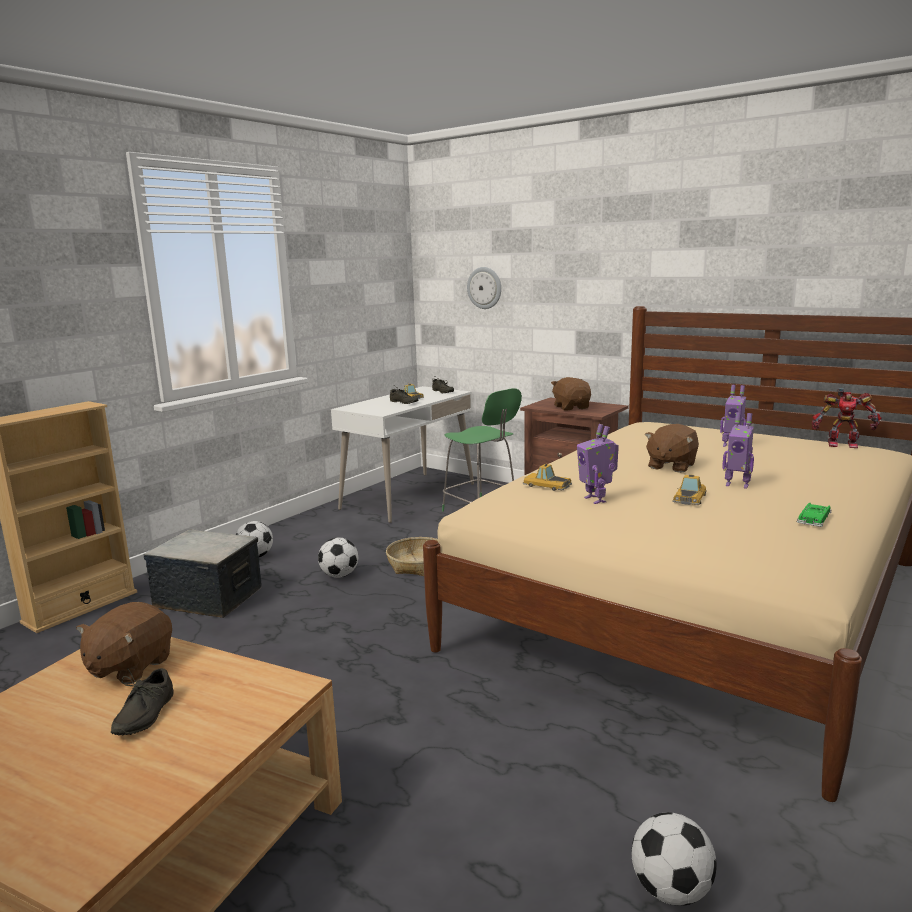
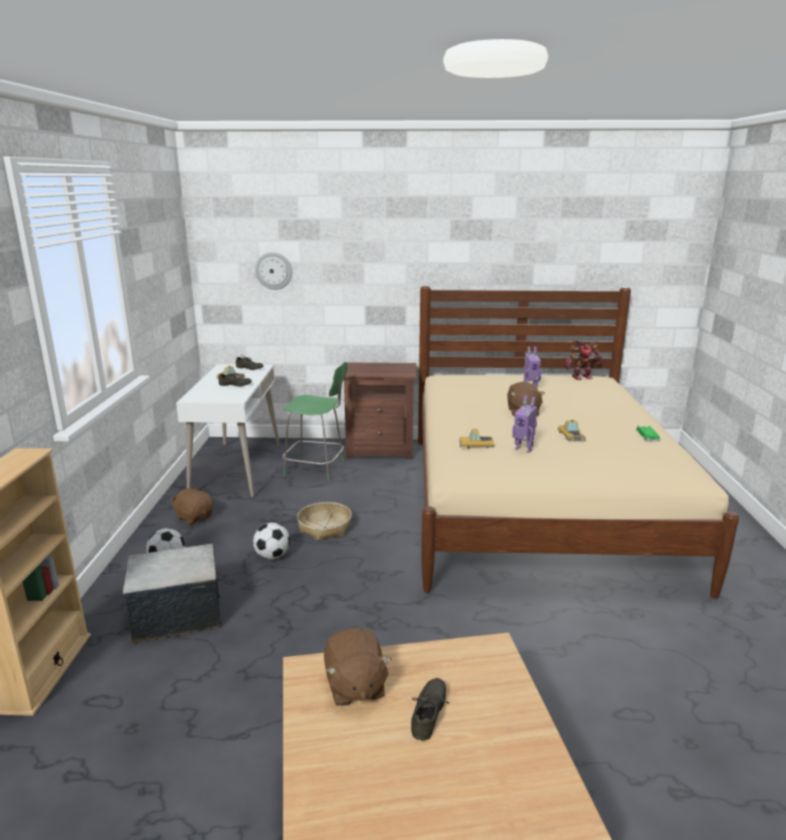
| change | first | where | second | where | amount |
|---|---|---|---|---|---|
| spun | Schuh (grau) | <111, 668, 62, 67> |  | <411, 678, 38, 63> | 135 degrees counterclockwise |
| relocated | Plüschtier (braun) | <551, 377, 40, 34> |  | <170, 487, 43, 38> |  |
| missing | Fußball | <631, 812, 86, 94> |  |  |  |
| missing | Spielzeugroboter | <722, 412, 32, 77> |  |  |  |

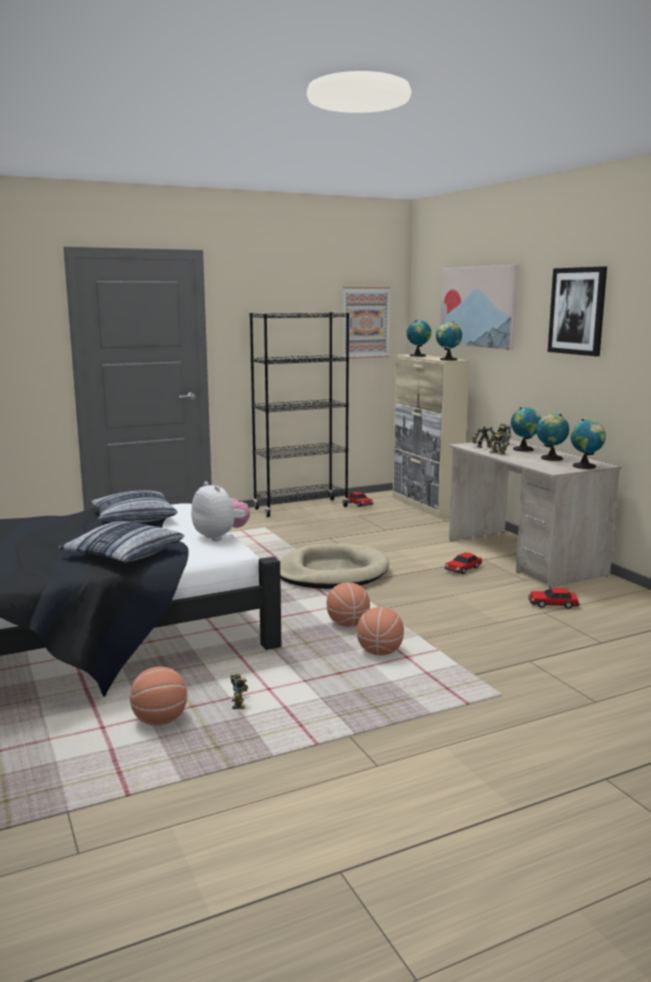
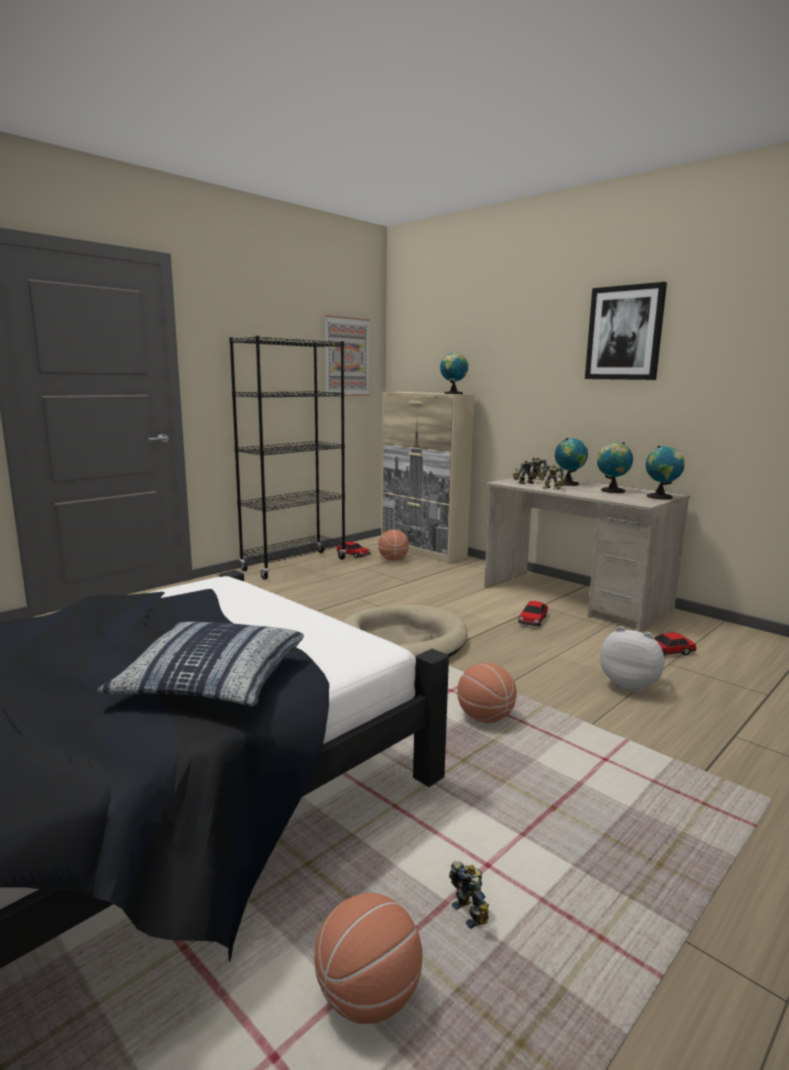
| change | first | where | second | where | amount |
|---|---|---|---|---|---|
| missing | Kissen | <90, 490, 87, 33> |  |  |  |
| relocated | Plüschtier | <191, 481, 59, 60> |  | <600, 626, 64, 67> |  |
| relocated | Basketball | <357, 607, 47, 49> |  | <378, 530, 31, 31> |  |
| missing | Globus | <407, 320, 24, 37> |  |  |  |
| missing | Bild | <440, 265, 79, 85> |  |  |  |

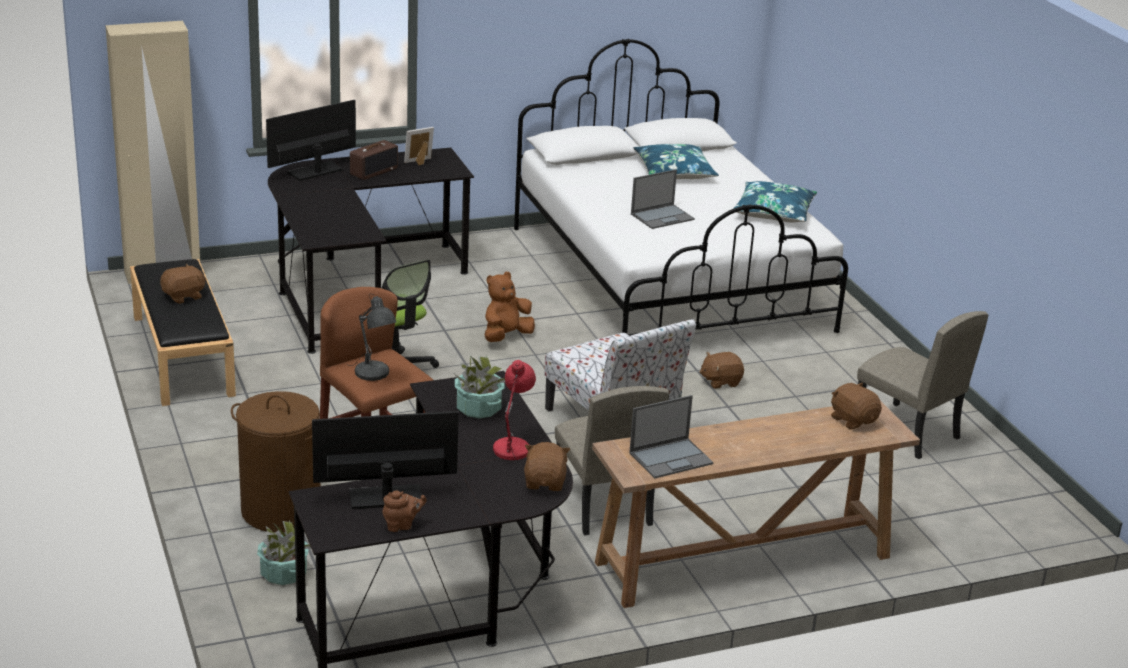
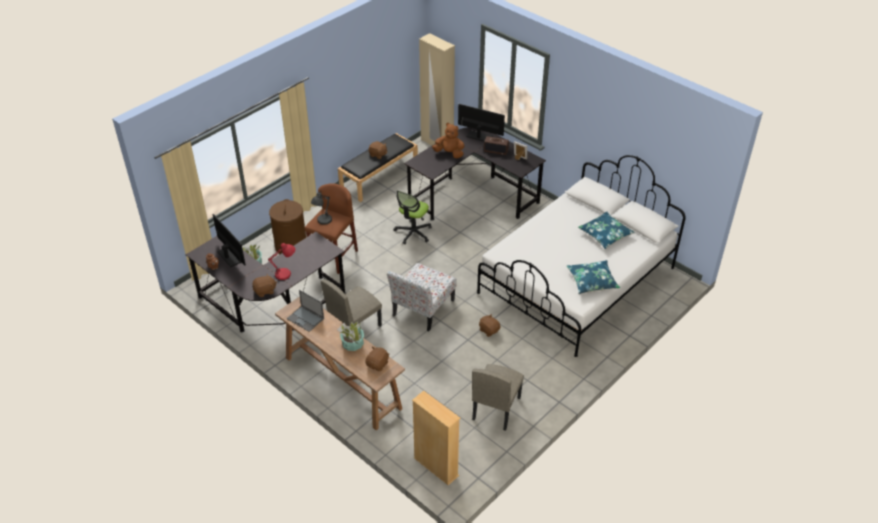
| change | first | where | second | where | amount |
|---|---|---|---|---|---|
| relocated | Topfpflanze | <453, 355, 52, 63> |  | <337, 322, 27, 29> |  |
| relocated | Plüschtier (braun) | <485, 272, 50, 70> |  | <432, 123, 32, 35> |  |
| missing | Laptop | <631, 170, 64, 59> |  |  |  |
| appeared |  |  | Bücherregal (beige) | <412, 391, 49, 95> |  |

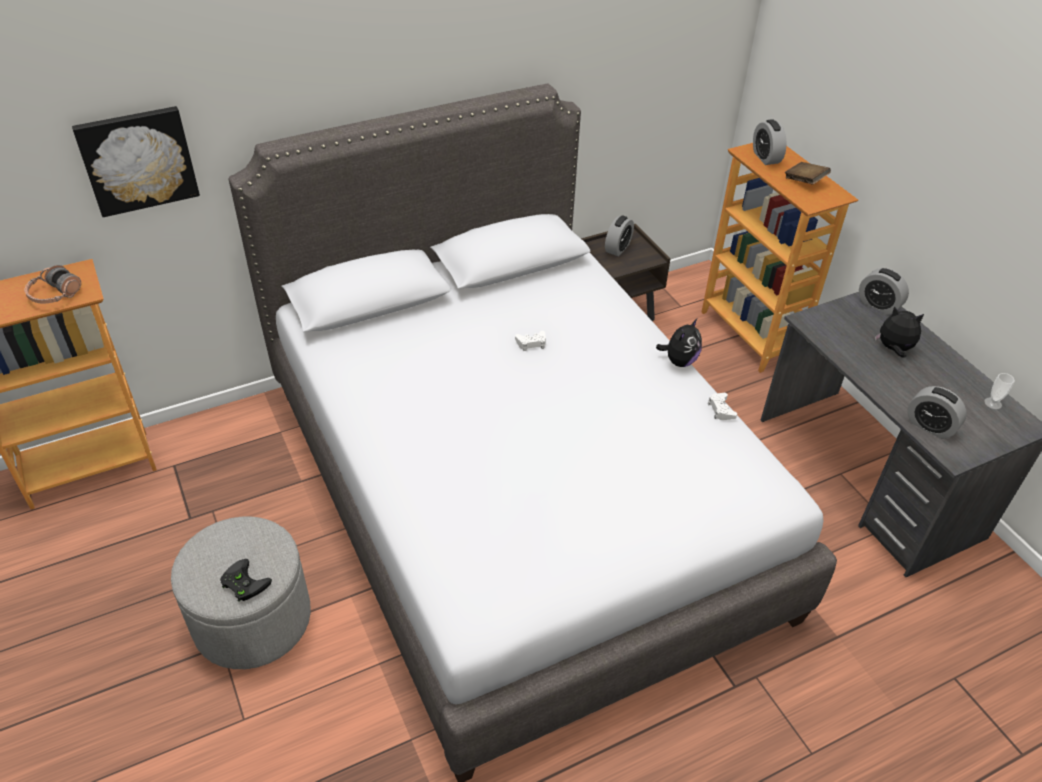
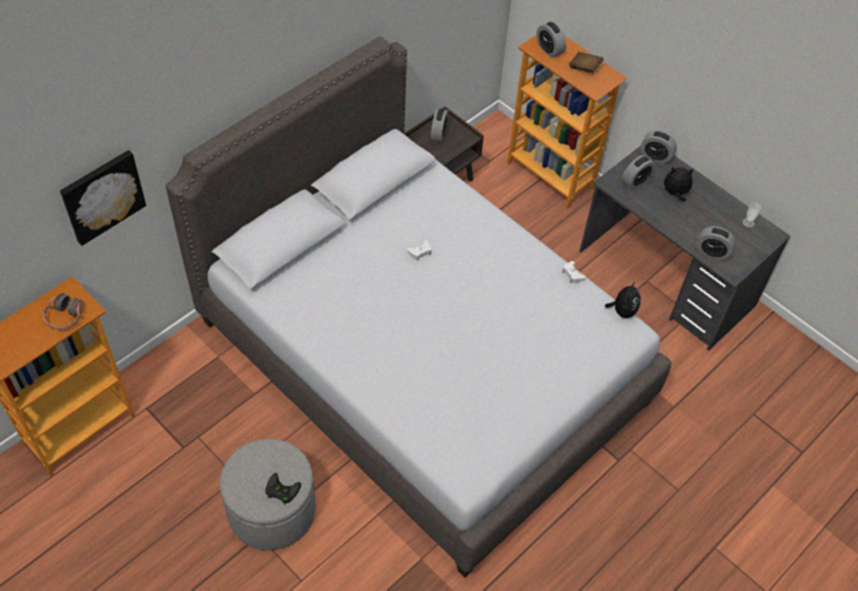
| change | first | where | second | where | amount |
|---|---|---|---|---|---|
| relocated | Plüschtier | <656, 319, 46, 48> |  | <605, 282, 36, 36> |  |
| appeared |  |  | Wecker | <622, 155, 33, 35> |  |

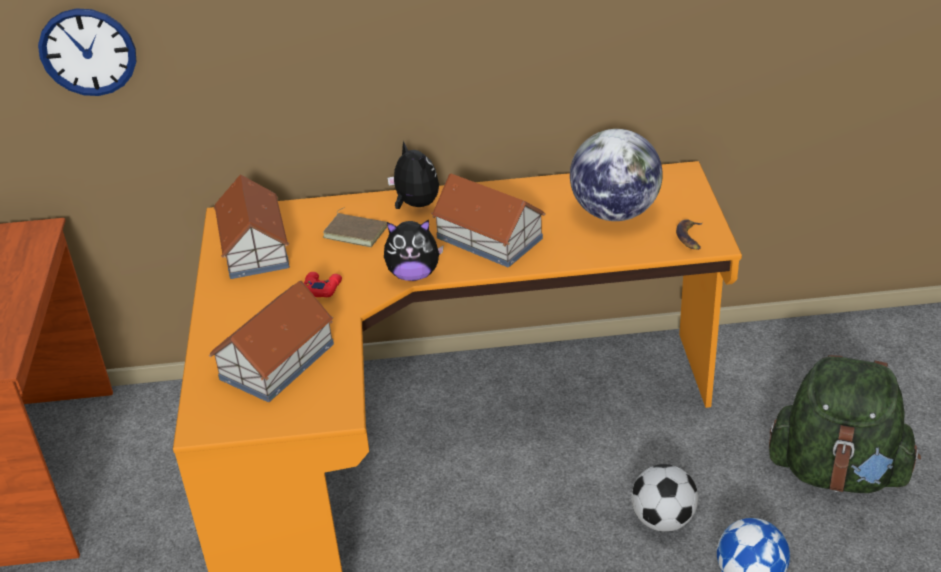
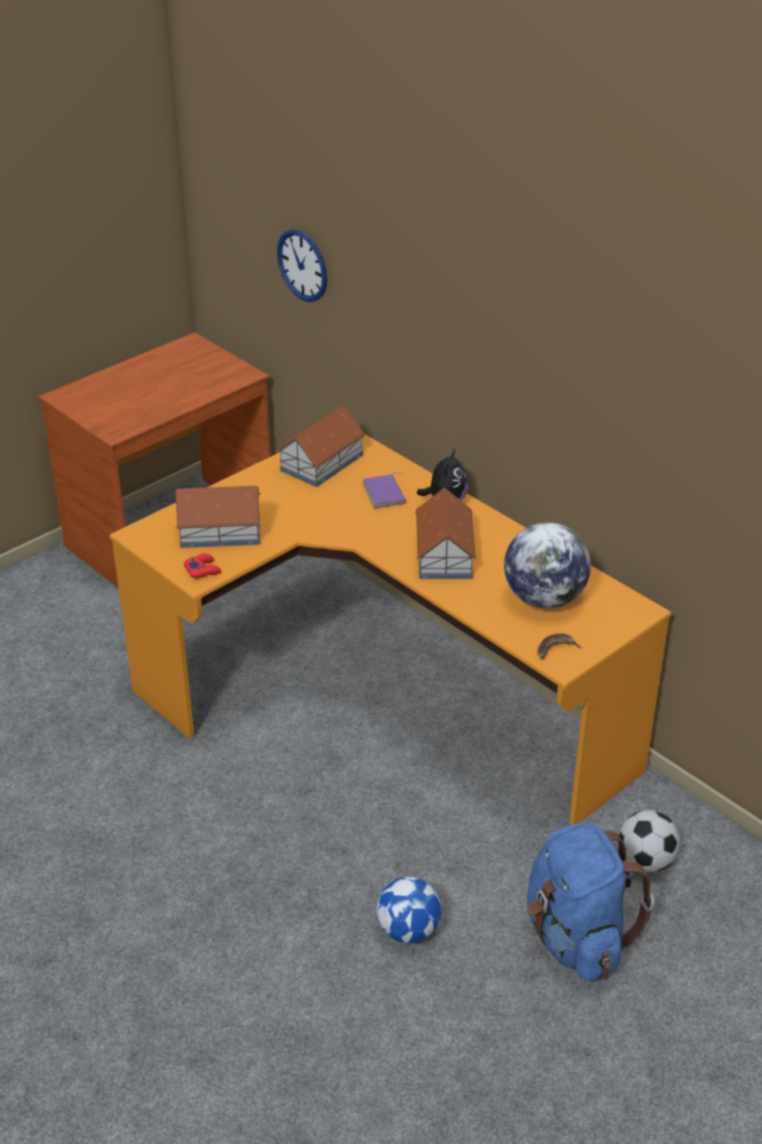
| change | first | where | second | where | amount |
|---|---|---|---|---|---|
| relocated | Gamepad (rot) | <304, 272, 38, 25> |  | <184, 553, 37, 25> |  |
| colour | Buch (braun) | <323, 207, 64, 40> | Buch (lila) | <362, 473, 44, 35> |  |
| missing | Plüschtier | <384, 220, 60, 61> |  |  |  |
| relocated | Fußball | <631, 464, 67, 68> |  | <619, 810, 61, 62> |  |
| colour | Rucksack (grün) | <769, 355, 152, 138> | Rucksack (blau) | <527, 823, 127, 158> |  |

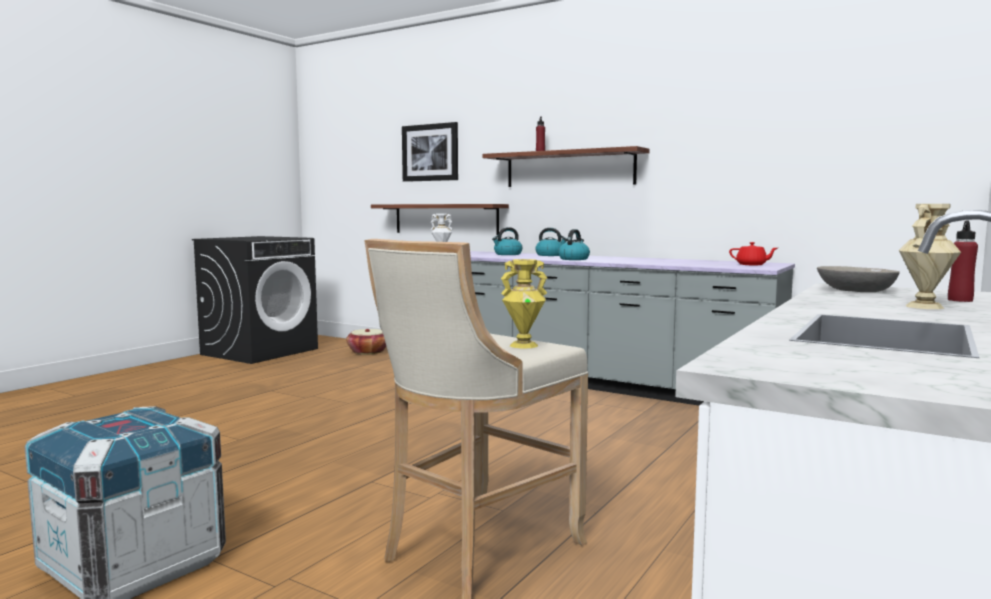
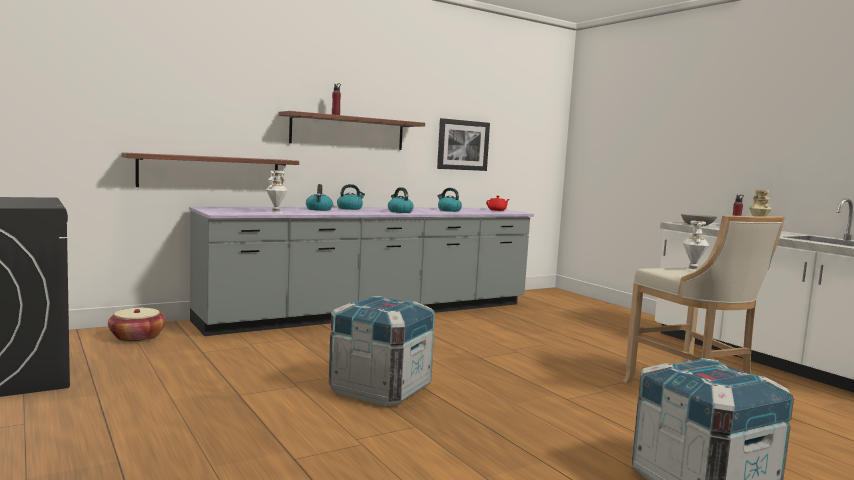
| change | first | where | second | where | amount |
|---|---|---|---|---|---|
| relocated | Bild | <402, 122, 56, 60> |  | <437, 118, 53, 53> |  |
| colour | Vase (gelb) | <501, 259, 46, 90> | Vase (weiß) | <682, 221, 28, 51> |  |
| appeared |  |  | Kiste | <329, 296, 106, 110> |  |
| appeared |  |  | Wasserkessel | <438, 188, 24, 24> |  |

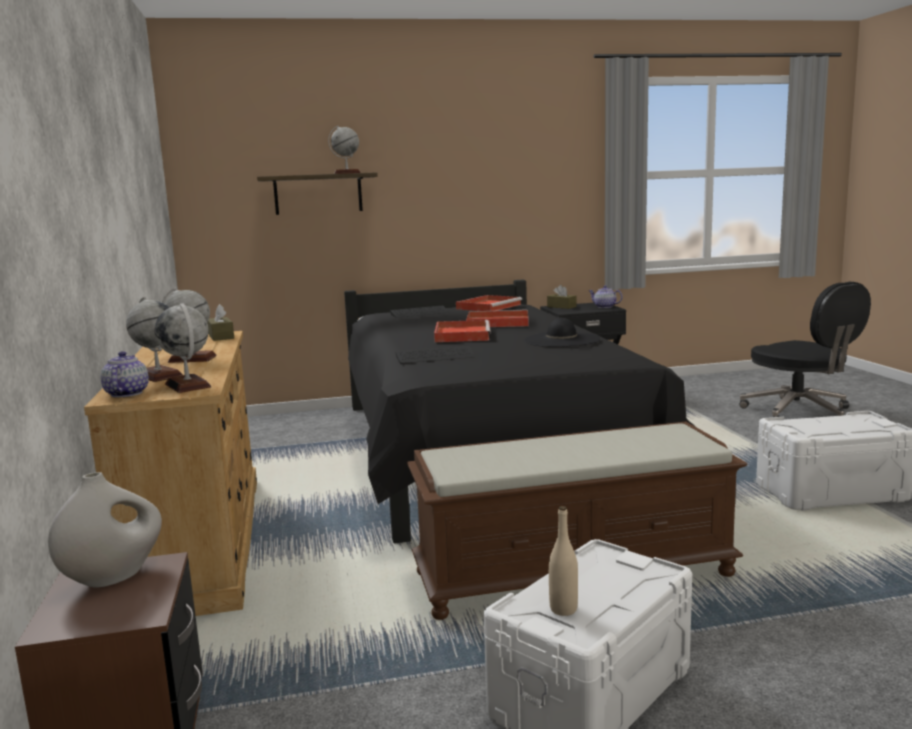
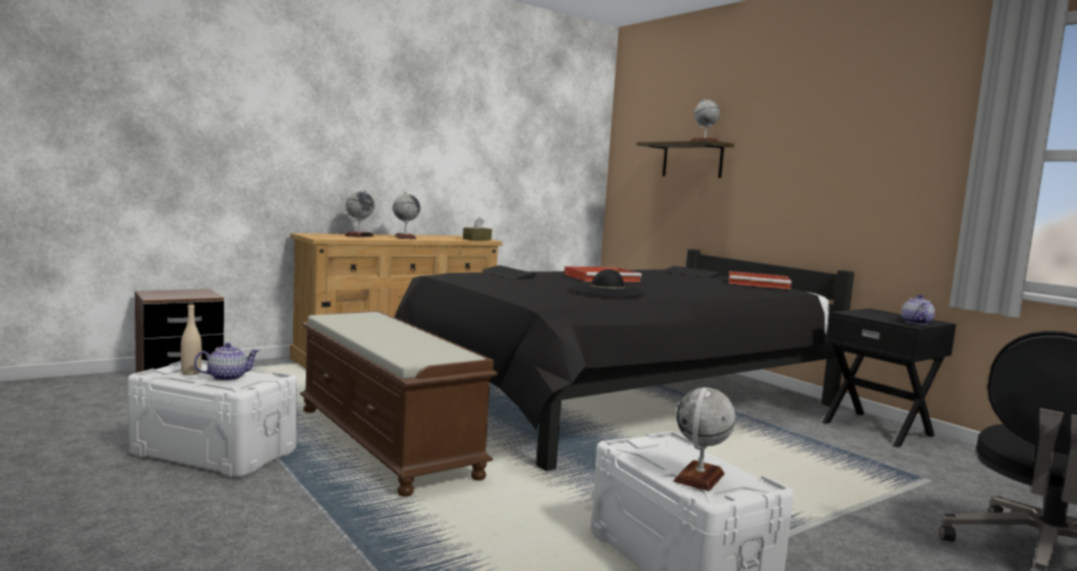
| change | first | where | second | where | amount |
|---|---|---|---|---|---|
| missing | Vase (weiß) | <48, 472, 114, 116> |  |  |  |
| relocated | Teekanne | <100, 351, 49, 47> |  | <194, 343, 66, 38> |  |
| relocated | Globus | <154, 303, 57, 90> |  | <673, 387, 63, 104> |  |
| missing | Tablett (rot) | <466, 310, 63, 17> |  |  |  |
| missing | Taschentuchbox (braun) | <547, 285, 29, 24> |  |  |  |

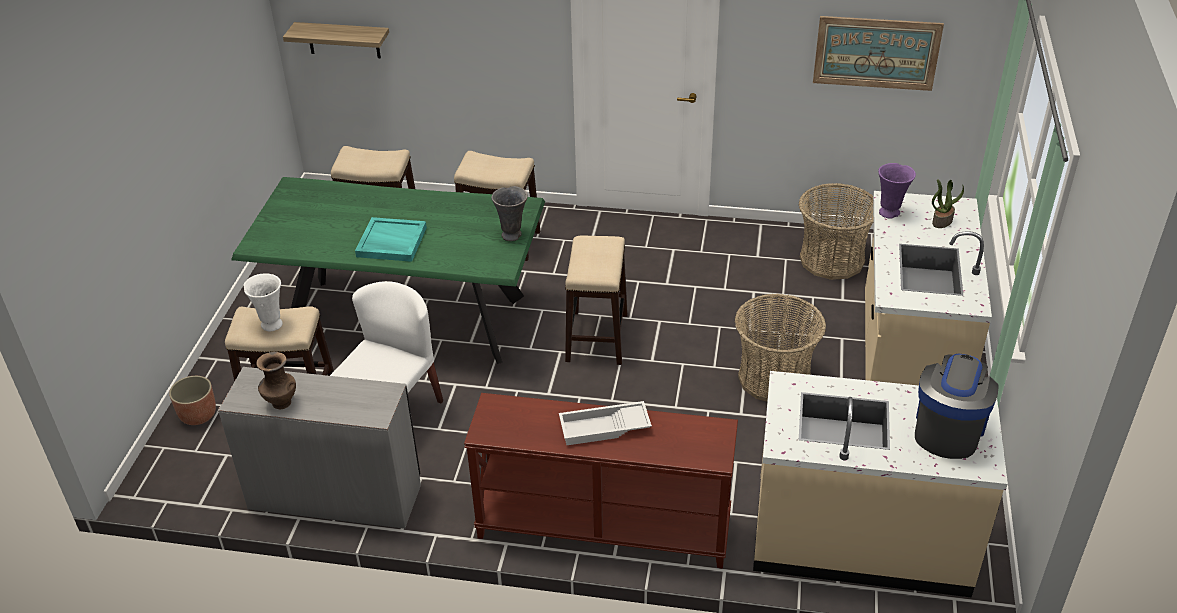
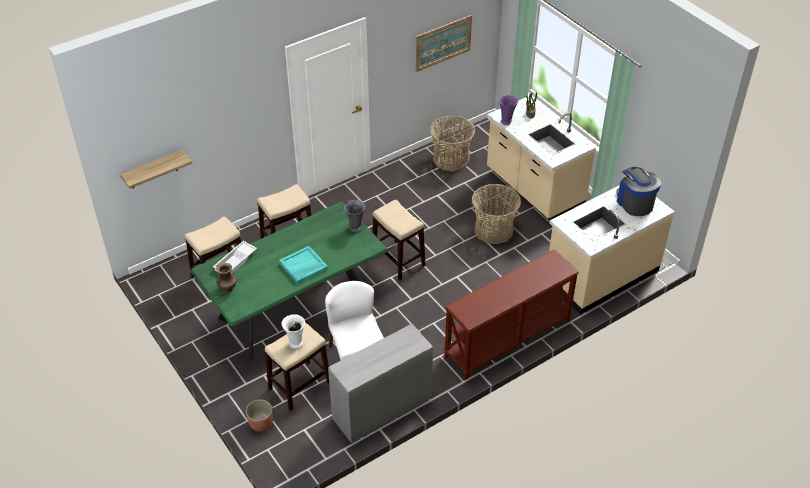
| change | first | where | second | where | amount |
|---|---|---|---|---|---|
| relocated | Vase (braun) | <256, 352, 40, 57> |  | <216, 263, 20, 30> |  |
| relocated | Tablett (weiß) | <559, 401, 93, 44> |  | <213, 241, 44, 33> |  |

